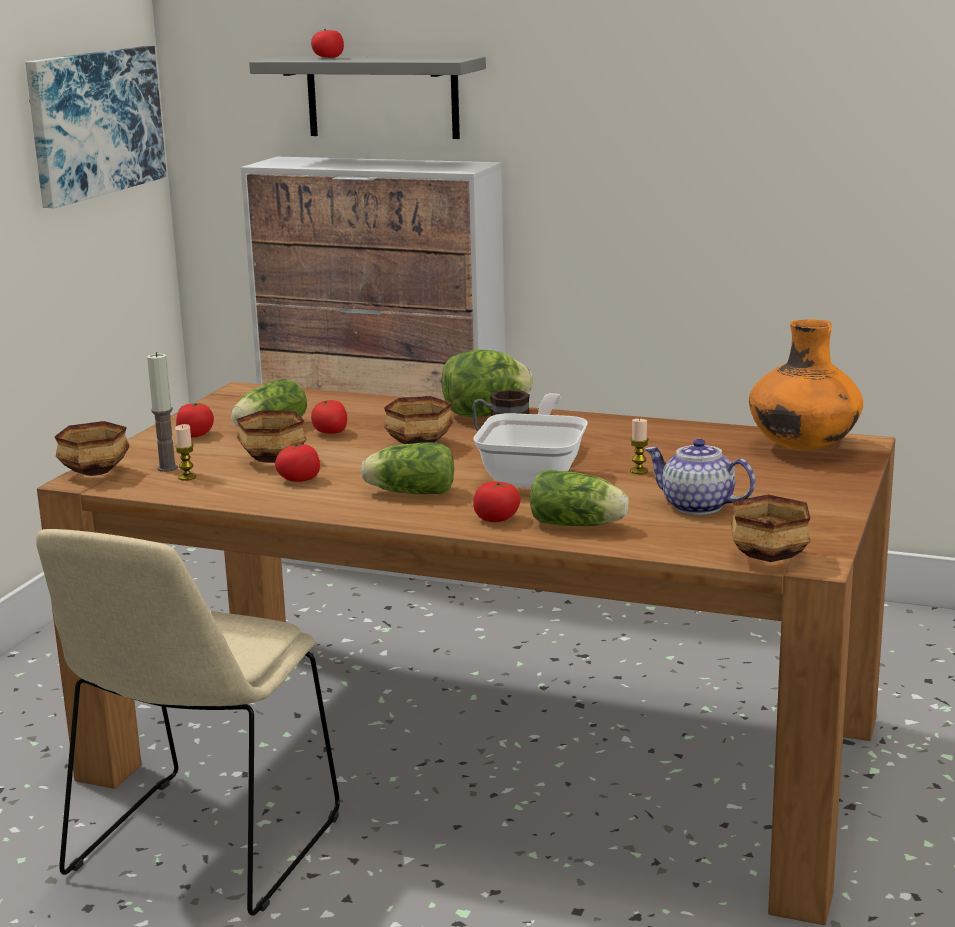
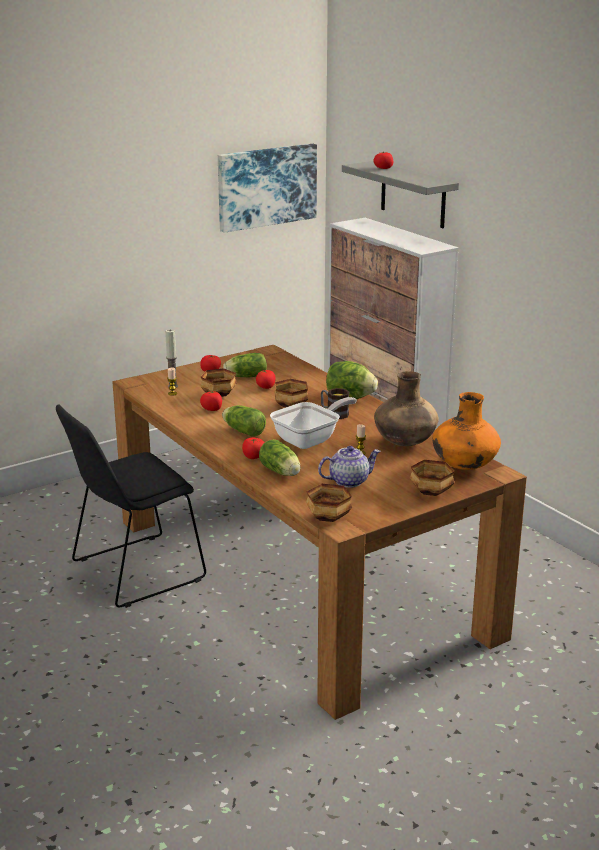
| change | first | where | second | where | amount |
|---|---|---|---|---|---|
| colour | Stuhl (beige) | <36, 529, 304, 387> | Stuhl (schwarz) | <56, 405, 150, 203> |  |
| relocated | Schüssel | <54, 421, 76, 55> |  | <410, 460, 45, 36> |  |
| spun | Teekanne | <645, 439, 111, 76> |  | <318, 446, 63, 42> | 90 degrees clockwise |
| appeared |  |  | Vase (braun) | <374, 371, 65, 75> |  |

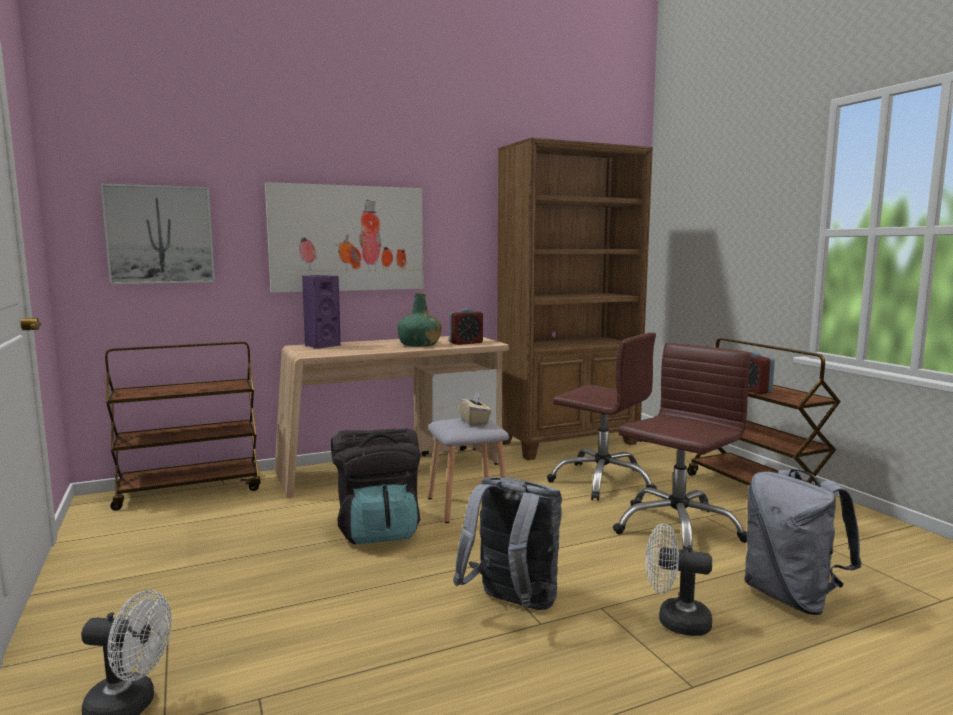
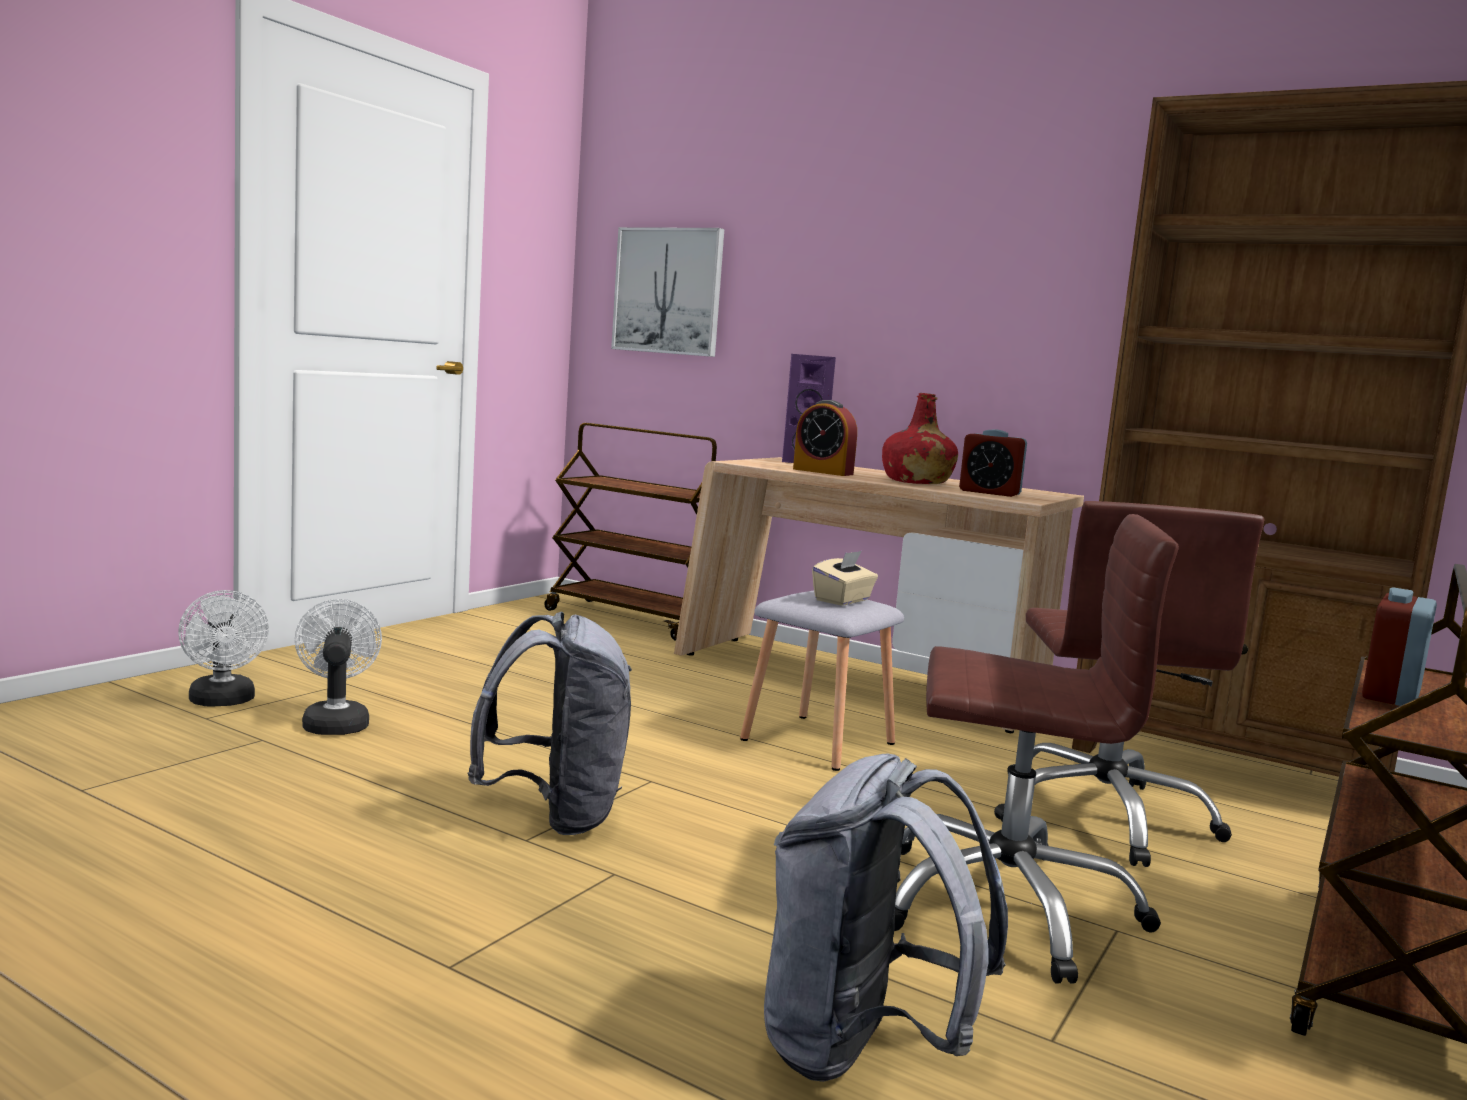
| change | first | where | second | where | amount |
|---|---|---|---|---|---|
| missing | Bild | <265, 182, 159, 111> |  |  |  |
| missing | Rucksack (schwarz) | <331, 429, 90, 115> |  |  |  |
| colour | Flasche (grün) | <397, 293, 44, 54> | Flasche (rot) | <882, 393, 76, 91> |  |
| relocated | Ventilator (weiß) | <646, 524, 66, 112> |  | <295, 599, 87, 136> |  |
| appeared |  |  | Wecker | <793, 400, 64, 76> |  |

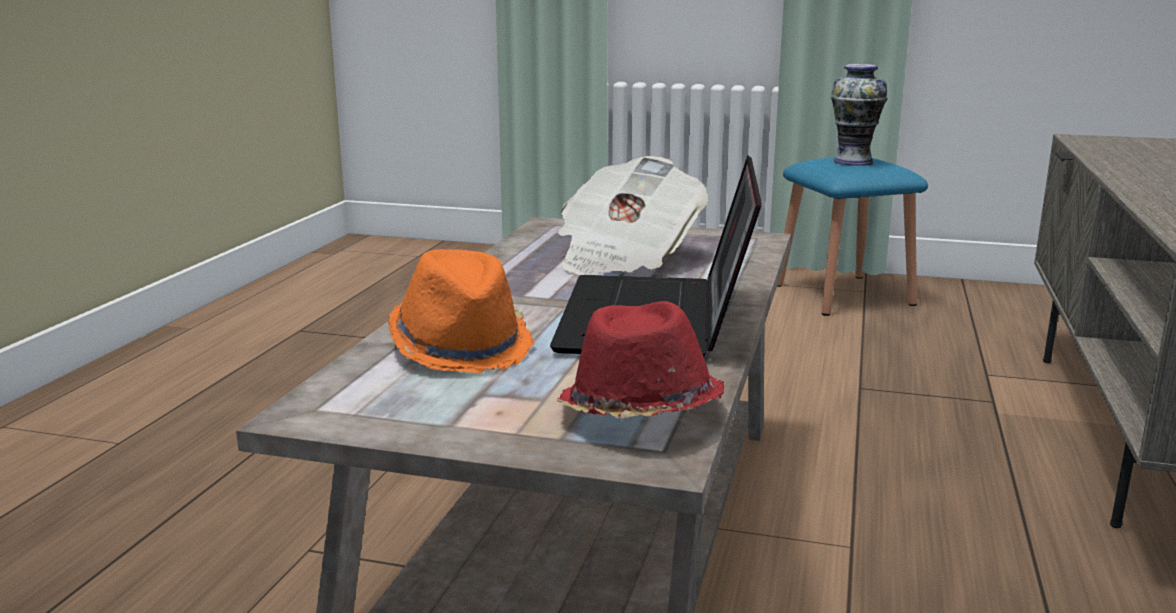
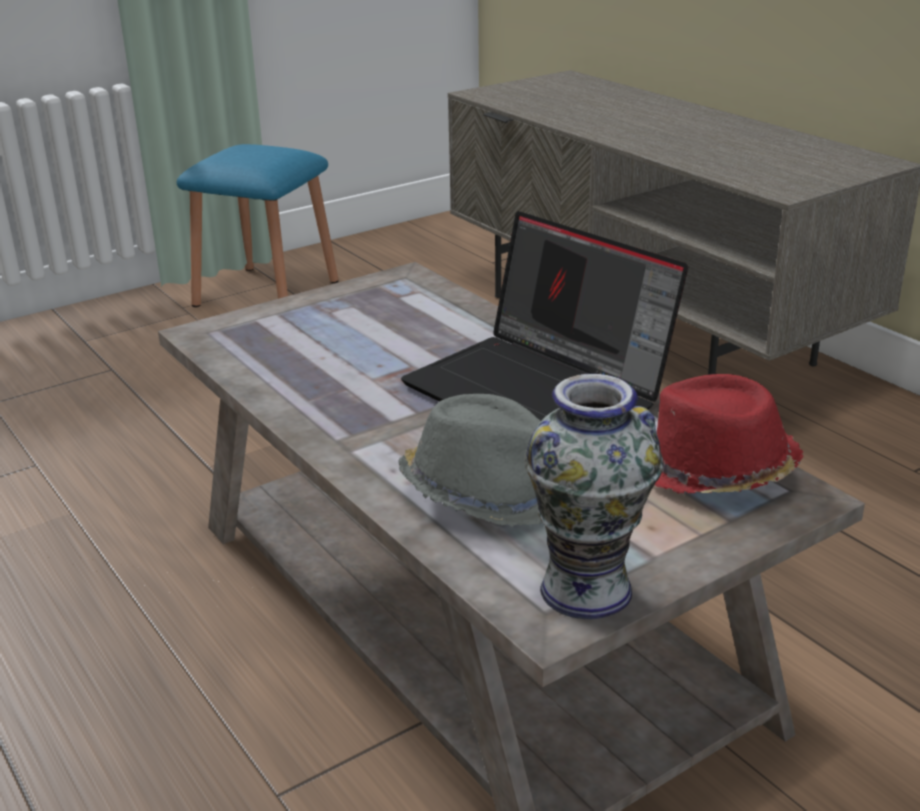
| change | first | where | second | where | amount |
|---|---|---|---|---|---|
| colour | Hut (orange) | <388, 249, 147, 124> | Hut (grau) | <398, 394, 144, 133> |  |
| missing | Zeitung | <558, 156, 150, 119> |  |  |  |
| relocated | Vase | <831, 64, 56, 102> |  | <524, 374, 140, 245> |  |

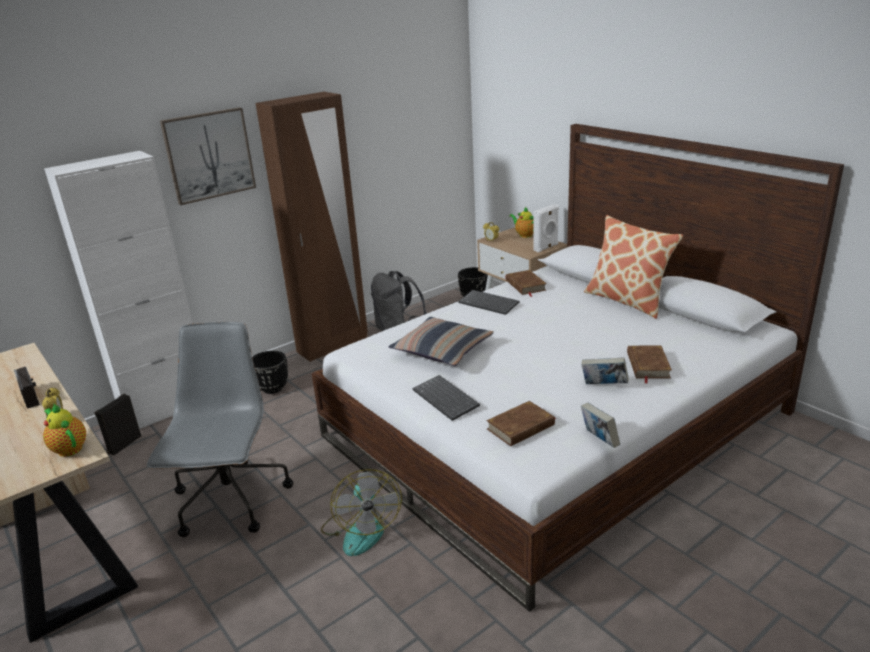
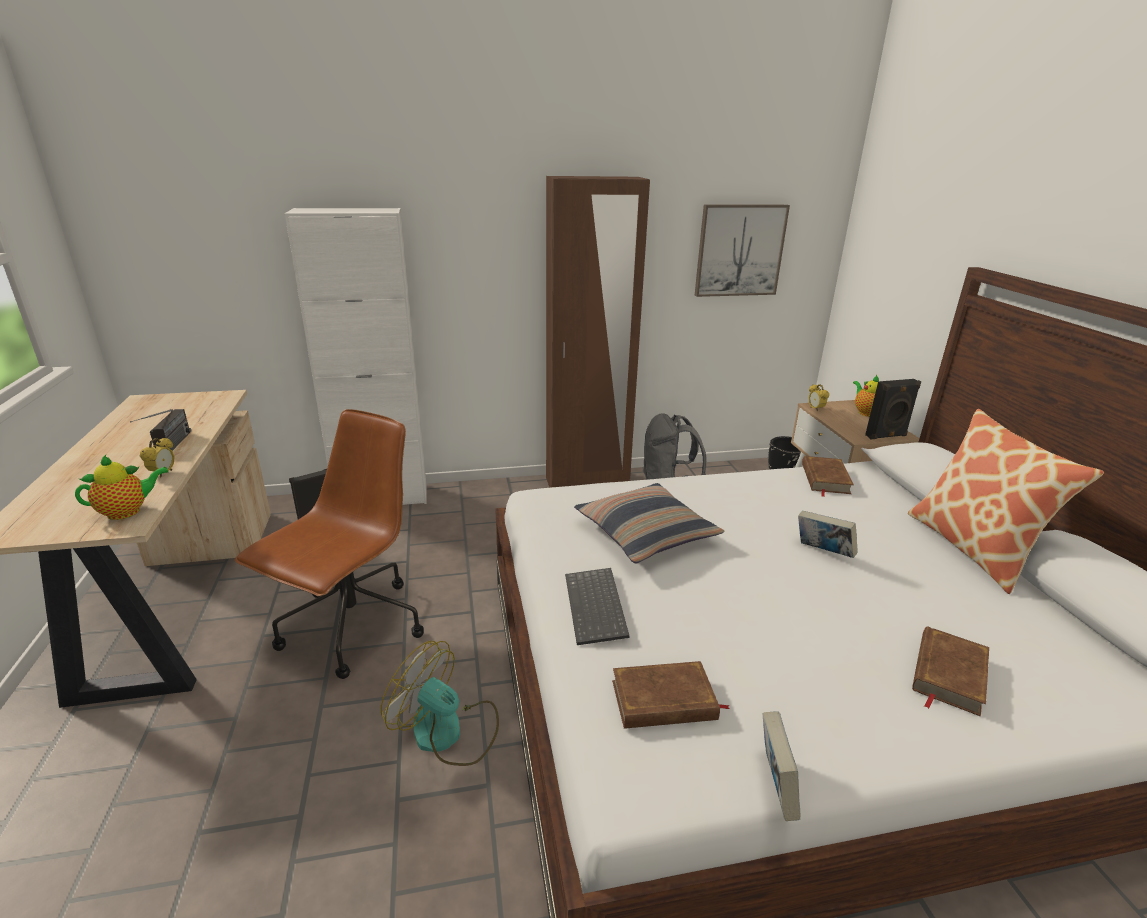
| change | first | where | second | where | amount |
|---|---|---|---|---|---|
| spun | Teekanne | <43, 404, 43, 53> |  | <75, 455, 94, 65> | 75 degrees clockwise |
| colour | Bürostuhl (grau) | <147, 322, 147, 215> | Bürostuhl (braun) | <234, 409, 190, 270> |  |
| relocated | Bild | <160, 107, 96, 98> |  | <695, 205, 95, 92> |  |
| missing | Pflanzkübel (schwarz) | <252, 351, 36, 43> |  |  |  |
| spun | Ventilator | <321, 469, 81, 87> |  | <381, 641, 118, 125> | 105 degrees clockwise |
| missing | Tastatur | <458, 290, 61, 25> |  |  |  |
| colour | Lautsprecher (weiß) | <533, 204, 26, 49> | Lautsprecher (schwarz) | <865, 379, 56, 60> |  |
| relocated | Buch | <582, 357, 47, 27> |  | <798, 511, 60, 47> |  |

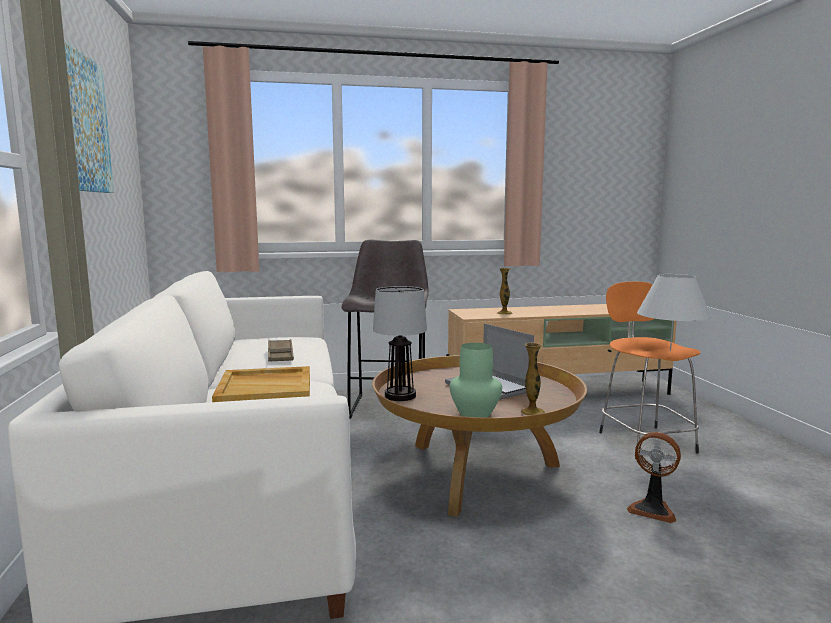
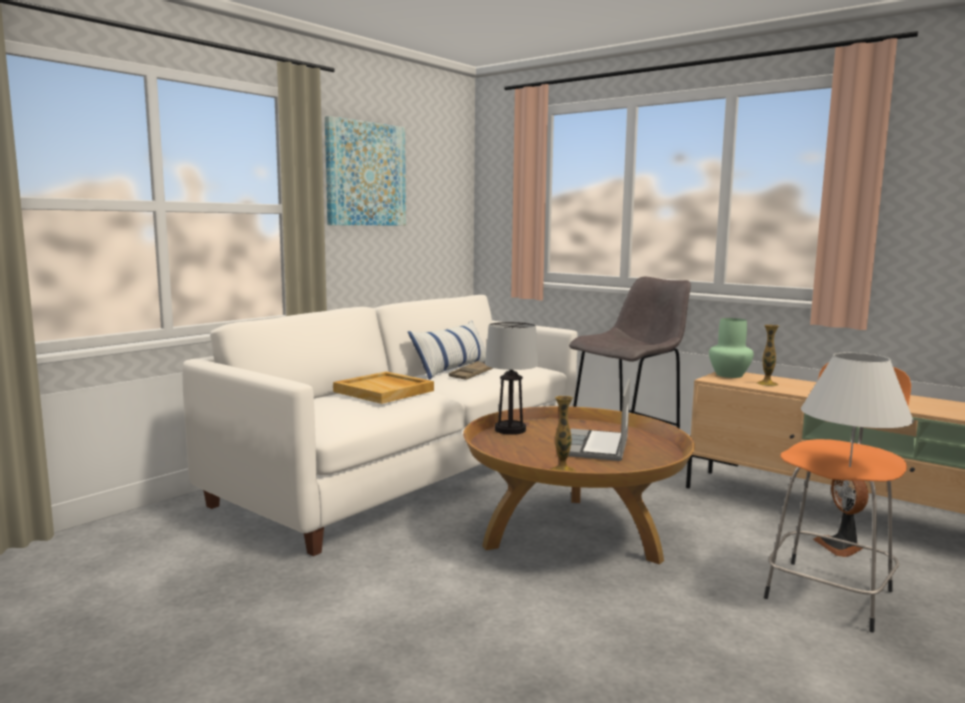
| change | first | where | second | where | amount |
|---|---|---|---|---|---|
| relocated | Vase (grün) | <449, 343, 53, 74> |  | <709, 318, 45, 60> |  |
| relocated | Ventilator | <627, 432, 54, 91> |  | <813, 479, 56, 78> |  |
| appeared |  |  | Kissen | <408, 321, 78, 59> |  |

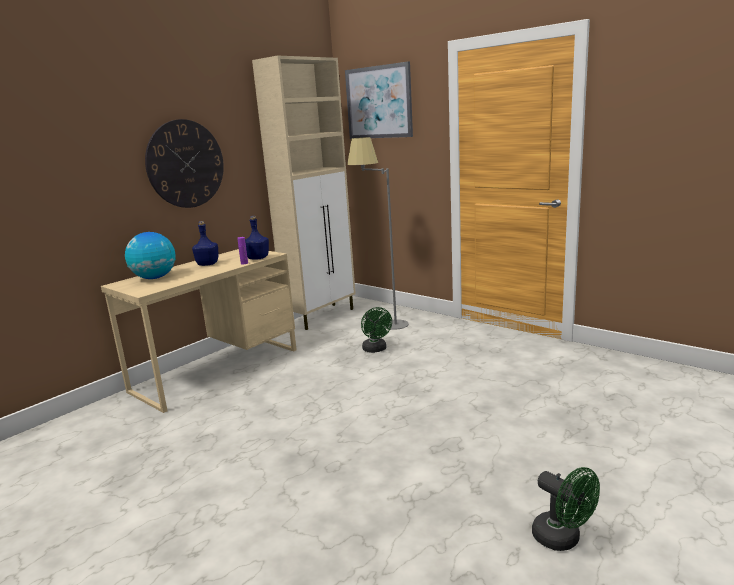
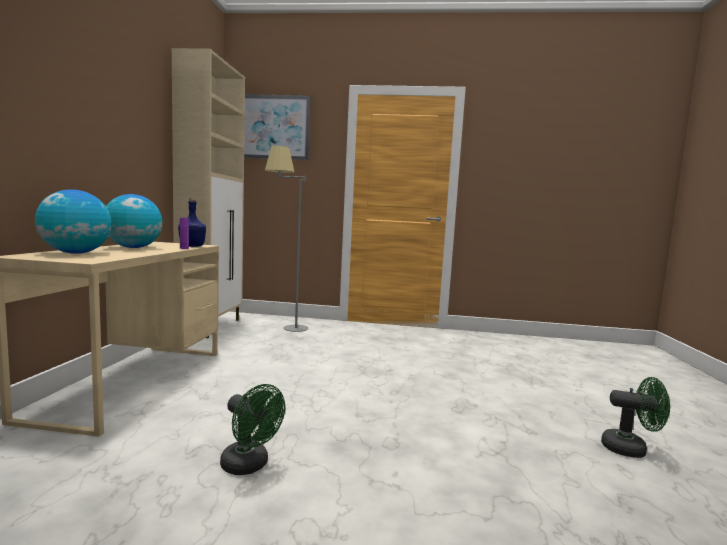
| change | first | where | second | where | amount |
|---|---|---|---|---|---|
| missing | Wanduhr | <145, 119, 79, 89> |  |  |  |
| exchanged | Flasche (blau) | <192, 221, 26, 45> | Globus | <106, 194, 56, 54> |  |
| relocated | Ventilator (grün) | <361, 307, 31, 46> |  | <220, 384, 65, 91> |  |

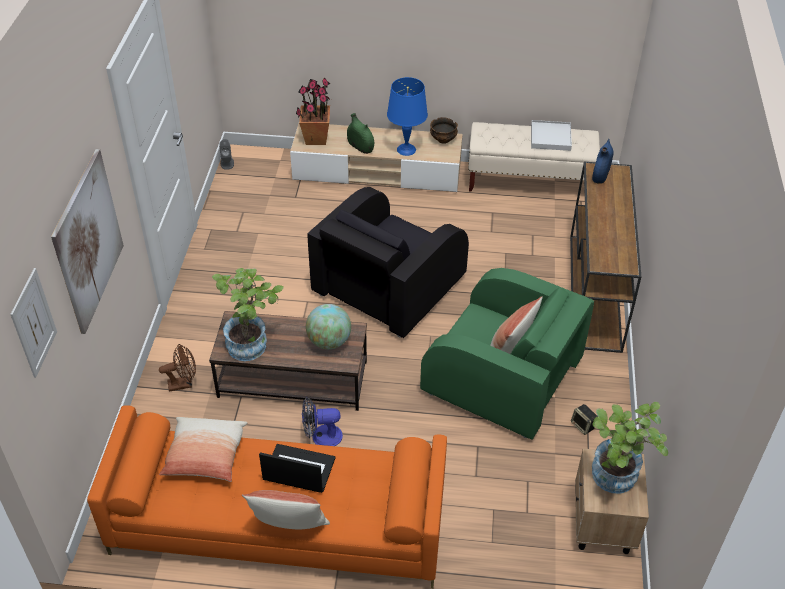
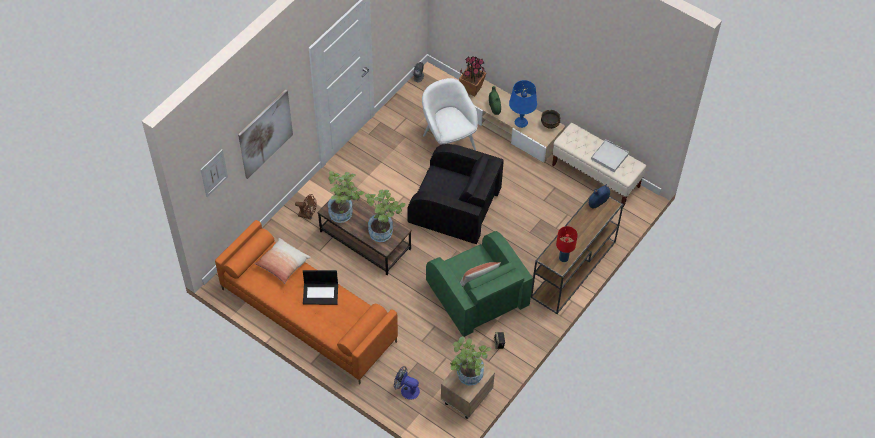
| change | first | where | second | where | amount |
|---|---|---|---|---|---|
| missing | Kissen | <242, 490, 88, 39> |  |  |  |
| spun | Laptop | <259, 444, 76, 49> |  | <303, 270, 35, 35> | 135 degrees clockwise |
| relocated | Ventilator | <302, 398, 41, 48> |  | <394, 366, 26, 34> |  |
| exchanged | Globus | <306, 304, 45, 45> | Topfpflanze | <365, 190, 41, 52> |  |
| spun | Sessel (schwarz) | <308, 187, 161, 151> |  | <407, 144, 97, 100> | 135 degrees counterclockwise |
| appeared |  |  | Sessel (weiß) | <422, 78, 56, 72> |  |
| appeared |  |  | Tischlampe (rot) | <556, 226, 22, 36> |  |

